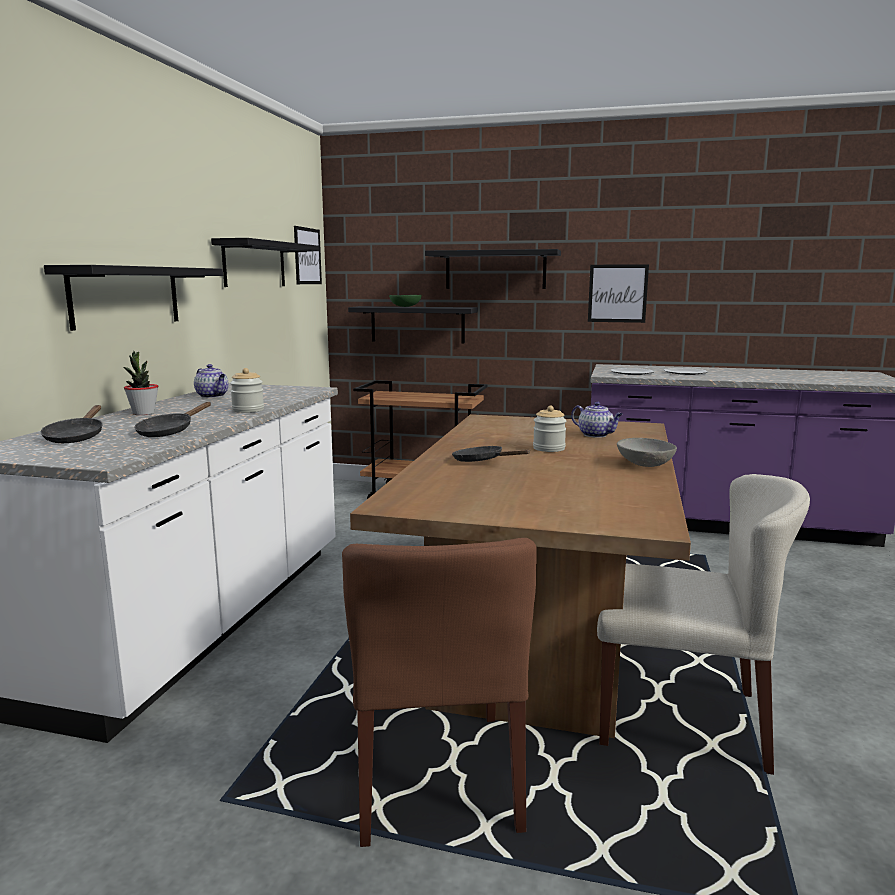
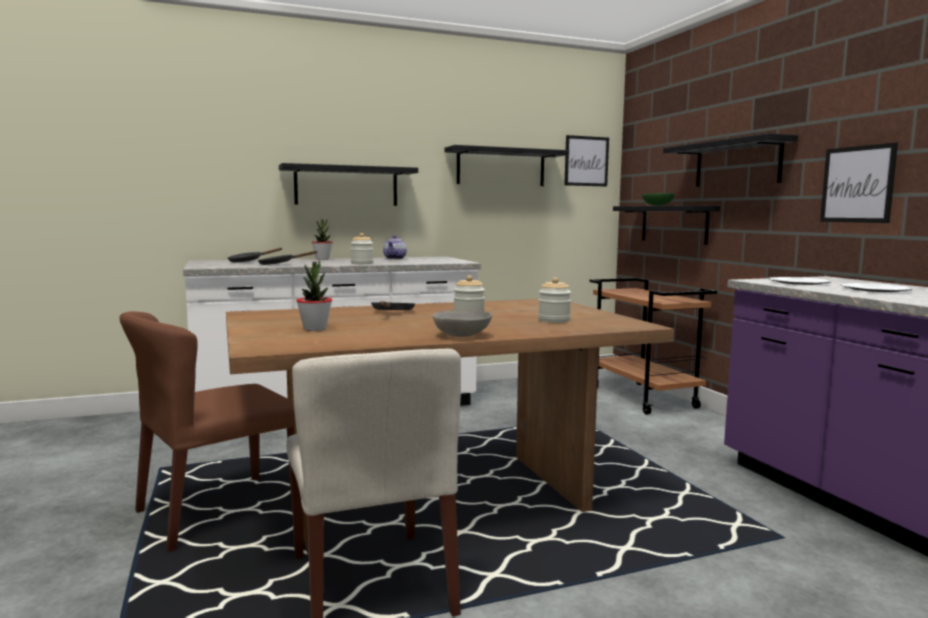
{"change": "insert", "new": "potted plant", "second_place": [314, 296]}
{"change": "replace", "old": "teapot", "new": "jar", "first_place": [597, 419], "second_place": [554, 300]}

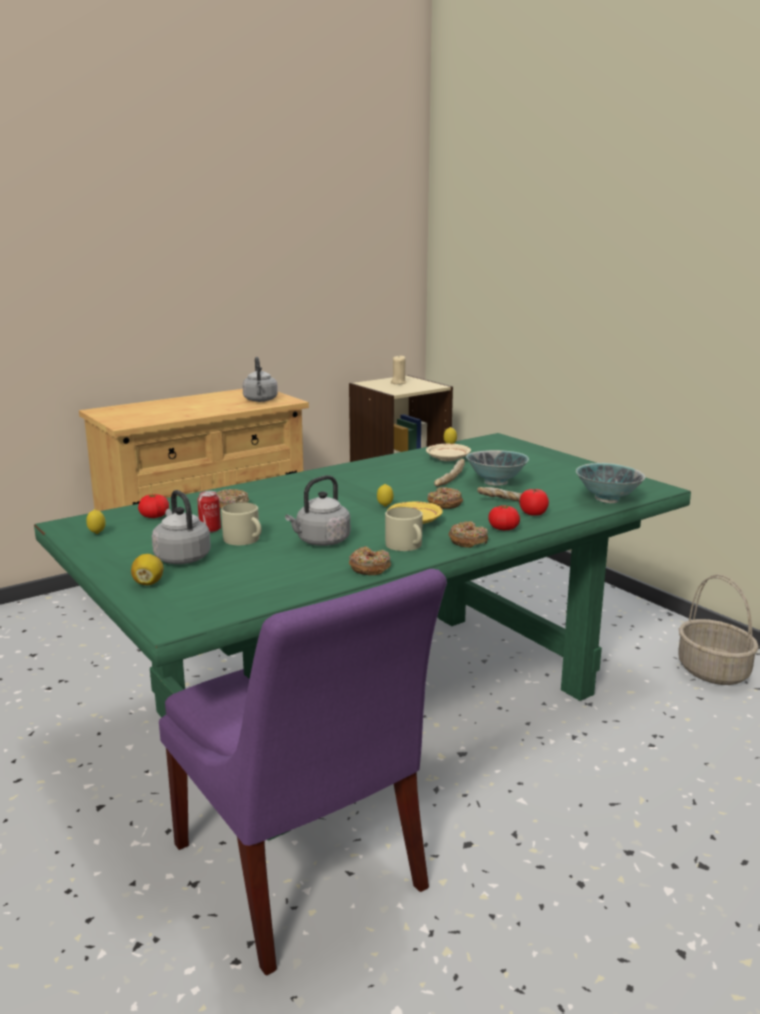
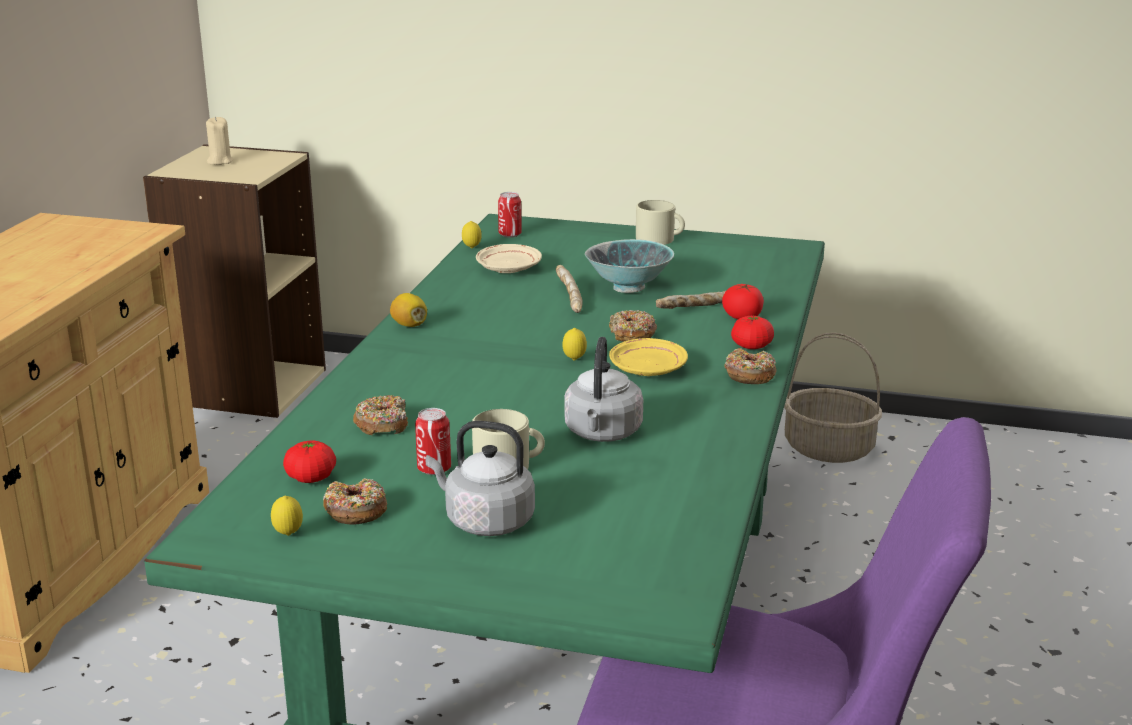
{"change": "delete", "old": "kettle (grey)", "first_place": [260, 379]}
{"change": "delete", "old": "bowl", "first_place": [610, 483]}
{"change": "insert", "new": "can", "second_place": [510, 215]}
{"change": "move", "old": "lemon", "first_place": [147, 569], "second_place": [408, 310]}
{"change": "move", "old": "donut", "first_place": [370, 561], "second_place": [355, 501]}
{"change": "move", "old": "mug (beige)", "first_place": [404, 529], "second_place": [660, 222]}

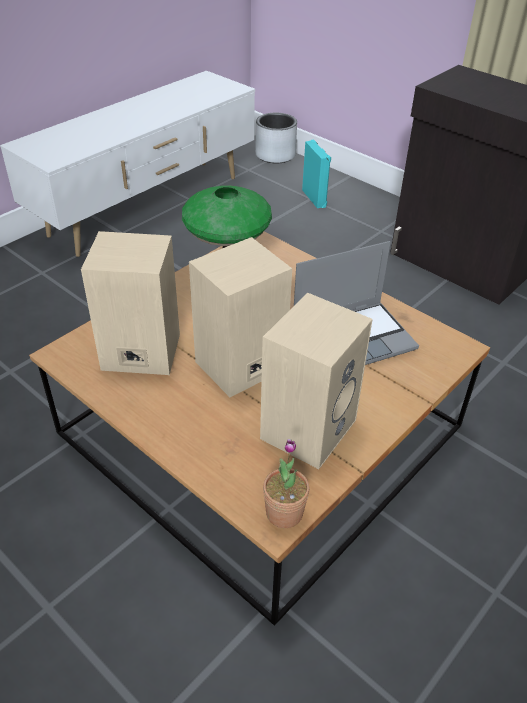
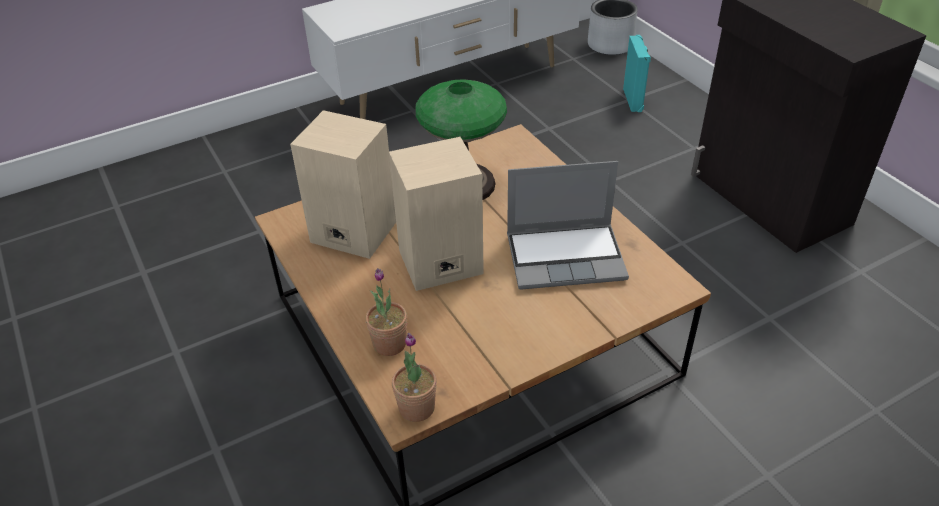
{"change": "delete", "old": "speaker (beige)", "first_place": [316, 381]}
{"change": "insert", "new": "potted plant", "second_place": [386, 312]}

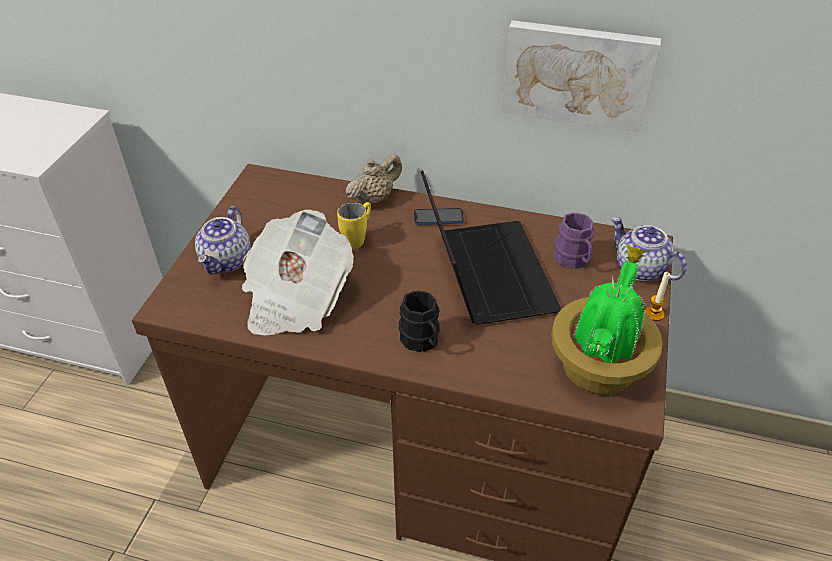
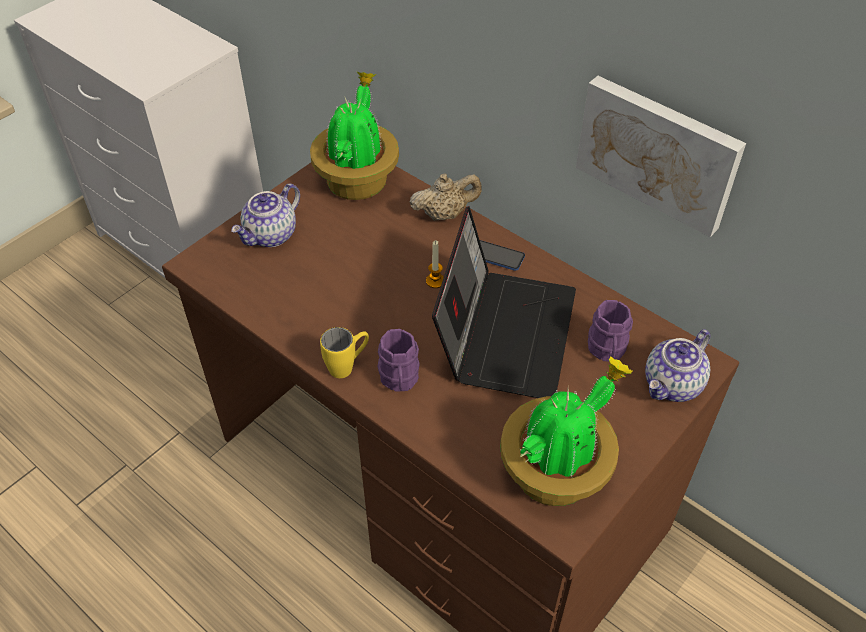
{"change": "delete", "old": "newspaper", "first_place": [298, 272]}
{"change": "insert", "new": "potted plant", "second_place": [354, 135]}
{"change": "move", "old": "mug (yellow)", "first_place": [354, 225], "second_place": [344, 352]}
{"change": "move", "old": "candle", "first_place": [657, 296], "second_place": [435, 264]}
{"change": "recolor", "old": "mug (black)", "new": "mug (purple)", "first_place": [419, 321], "second_place": [398, 360]}
{"change": "rotate", "old": "teapot", "first_place": [649, 249], "second_place": [678, 365], "degrees": -120}

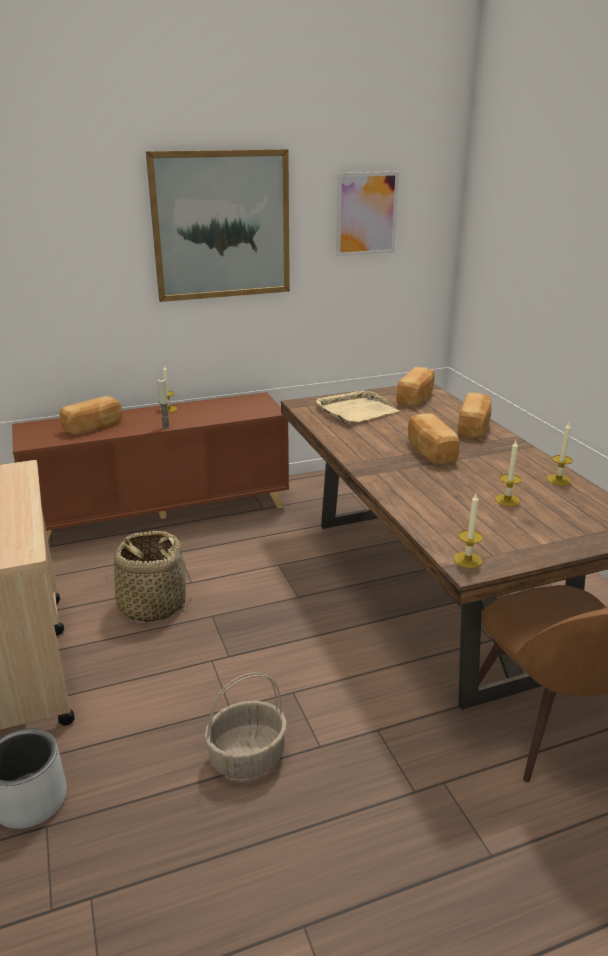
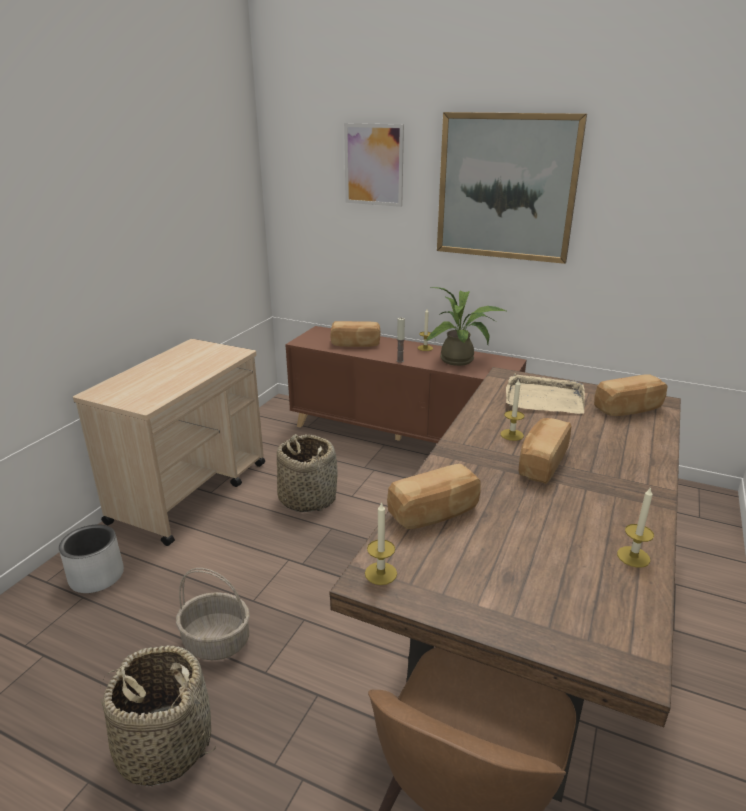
{"change": "insert", "new": "basket", "second_place": [158, 715]}
{"change": "insert", "new": "potted plant", "second_place": [466, 326]}
{"change": "move", "old": "picture", "first_place": [367, 213], "second_place": [374, 165]}
{"change": "move", "old": "bread", "first_place": [475, 415], "second_place": [434, 496]}
{"change": "move", "old": "candle", "first_place": [508, 473], "second_place": [512, 410]}

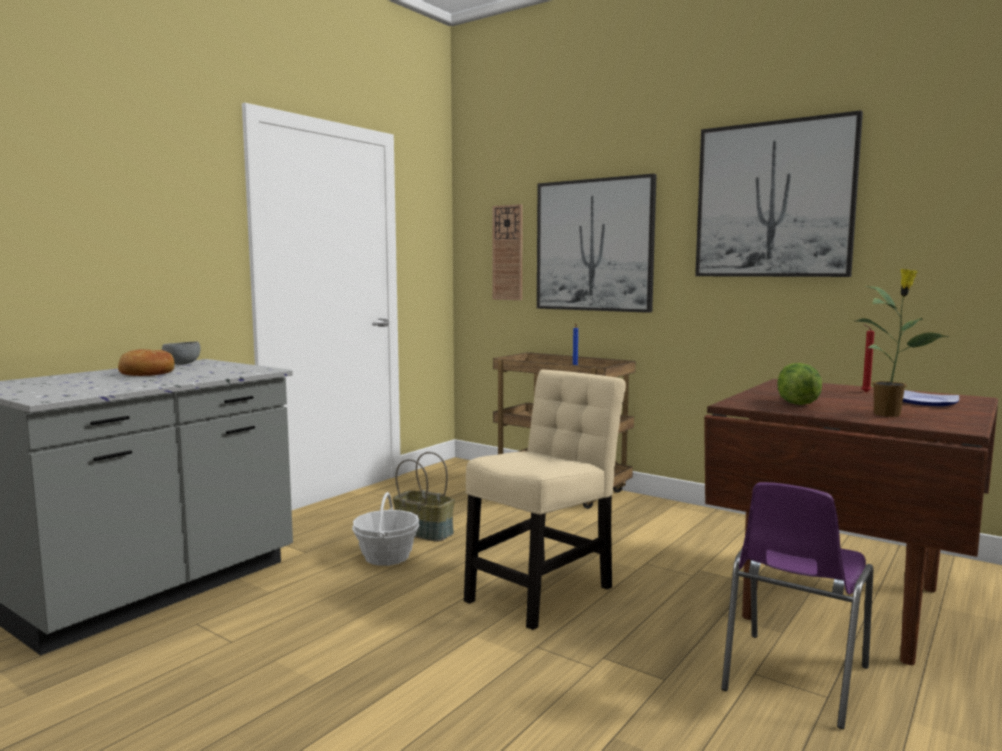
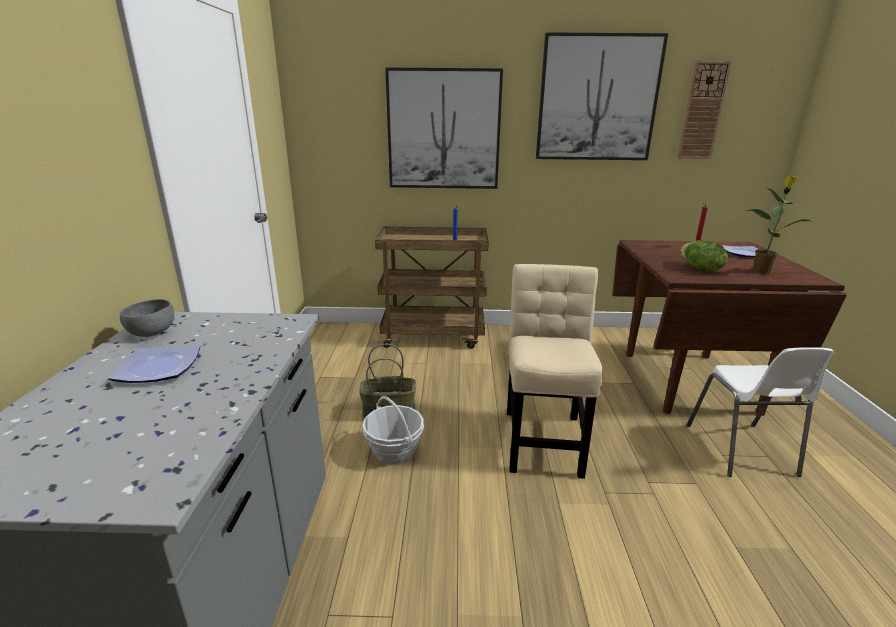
{"change": "move", "old": "wall clock", "first_place": [507, 252], "second_place": [704, 110]}
{"change": "replace", "old": "bread", "new": "plate", "first_place": [146, 362], "second_place": [154, 364]}
{"change": "recolor", "old": "chair (purple)", "new": "chair (white)", "first_place": [797, 605], "second_place": [761, 412]}

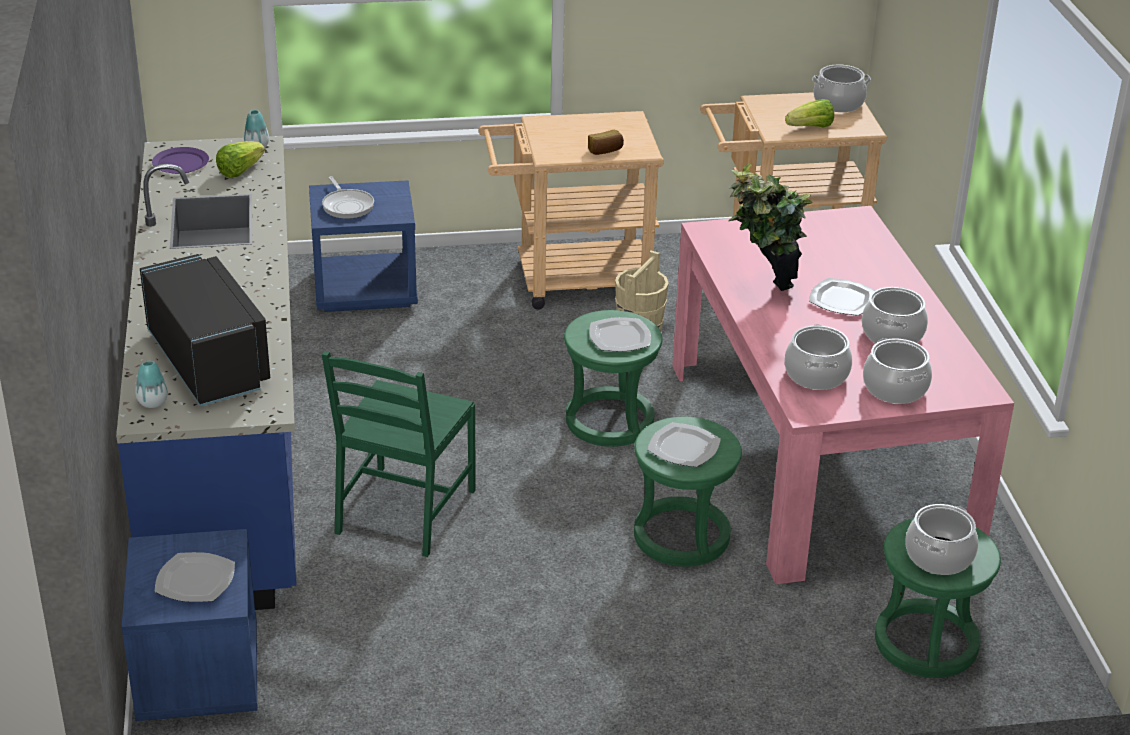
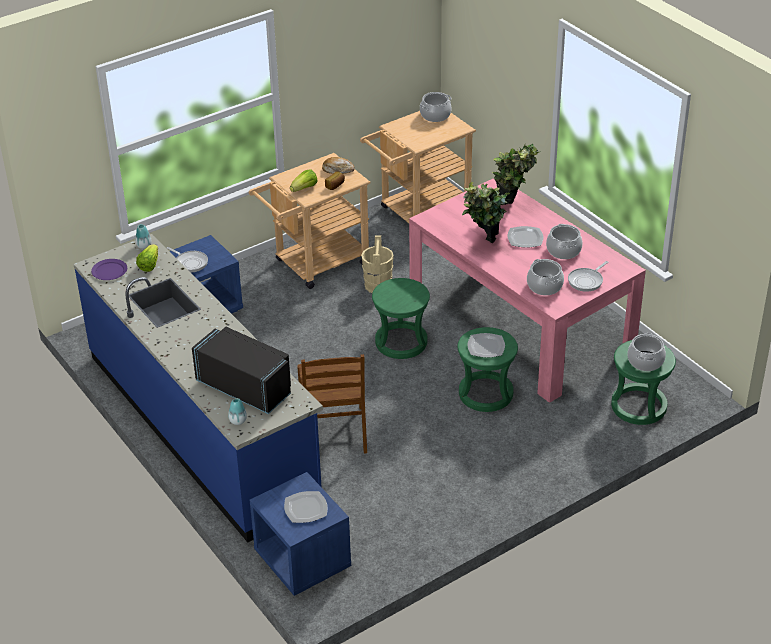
{"change": "delete", "old": "plate", "first_place": [620, 334]}
{"change": "insert", "new": "bread", "second_place": [338, 165]}
{"change": "insert", "new": "potted plant", "second_place": [515, 174]}
{"change": "move", "old": "lettuce", "first_place": [809, 113], "second_place": [304, 181]}
{"change": "replace", "old": "cooking pot", "new": "frying pan", "first_place": [897, 371], "second_place": [588, 276]}
{"change": "recolor", "old": "chair (green)", "new": "chair (brown)", "first_place": [399, 454], "second_place": [332, 404]}

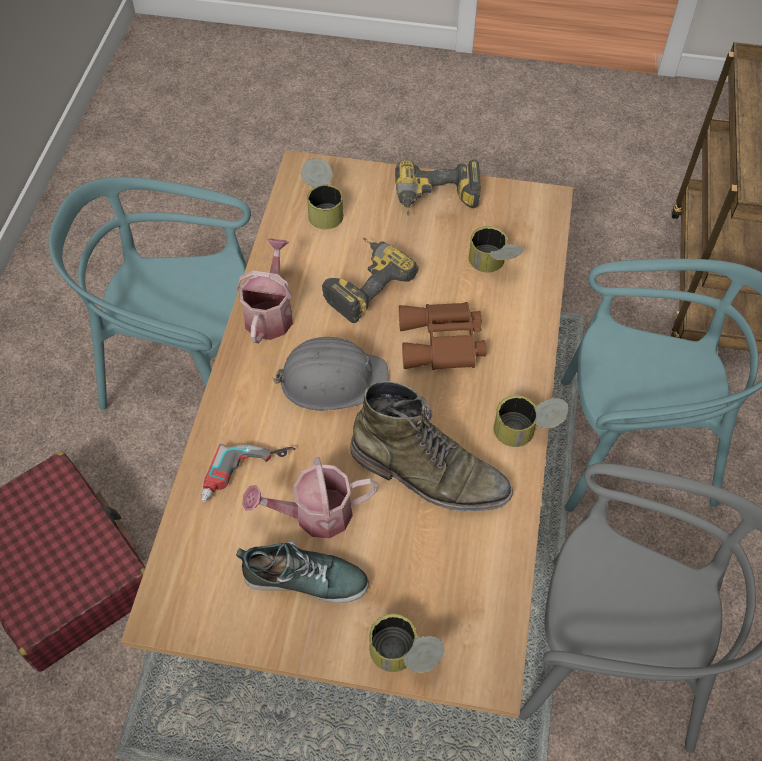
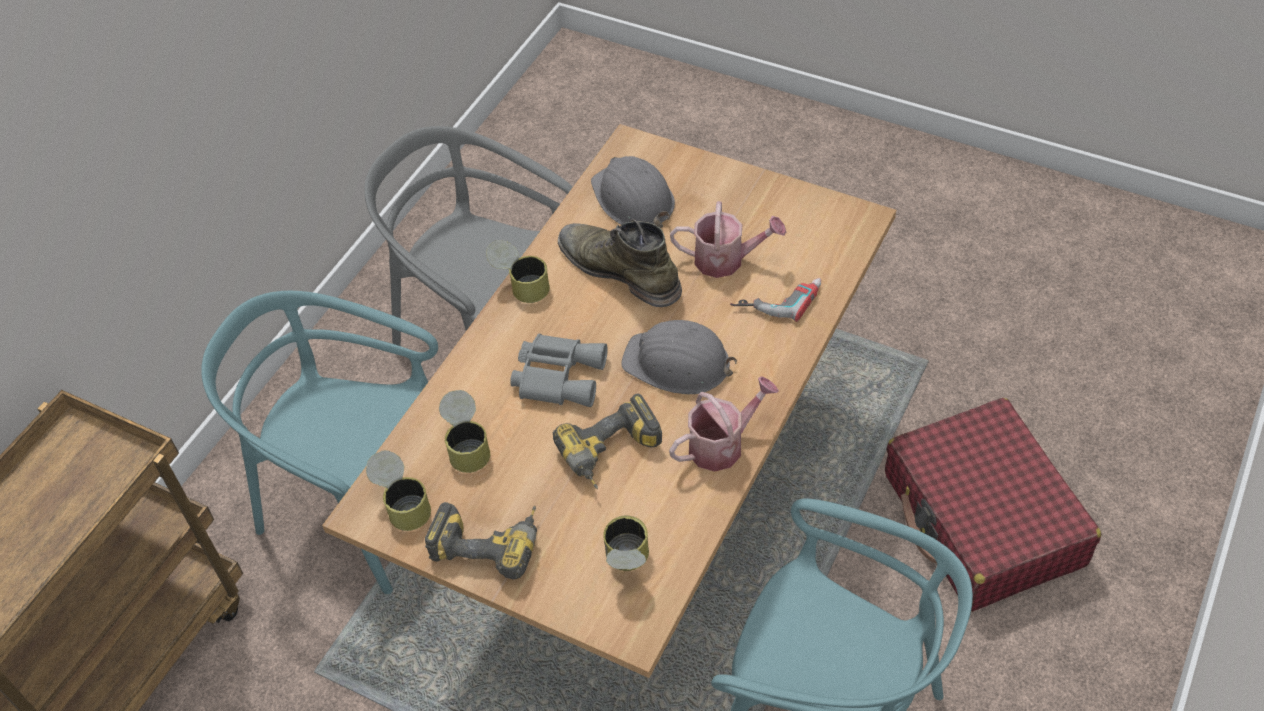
{"change": "delete", "old": "shoe", "first_place": [302, 572]}
{"change": "insert", "new": "hard hat (grey)", "second_place": [633, 192]}
{"change": "move", "old": "can", "first_place": [407, 643], "second_place": [398, 490]}
{"change": "recolor", "old": "binoculars (brown)", "new": "binoculars (grey)", "first_place": [442, 336], "second_place": [559, 370]}
{"change": "rotate", "old": "watering can", "first_place": [264, 291], "second_place": [724, 424], "degrees": -150}

